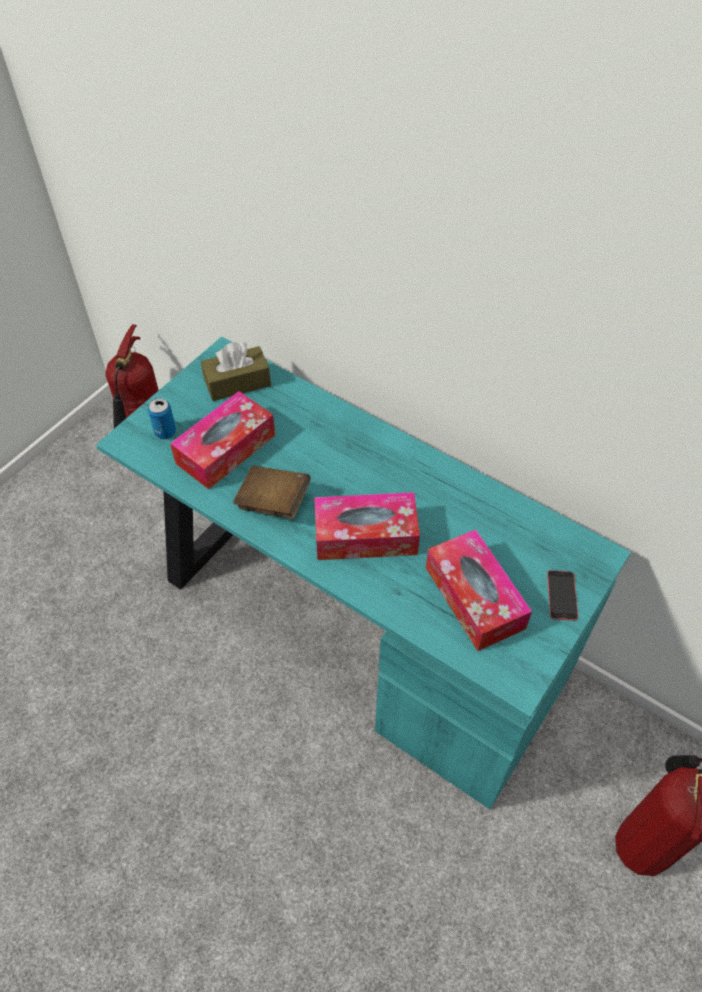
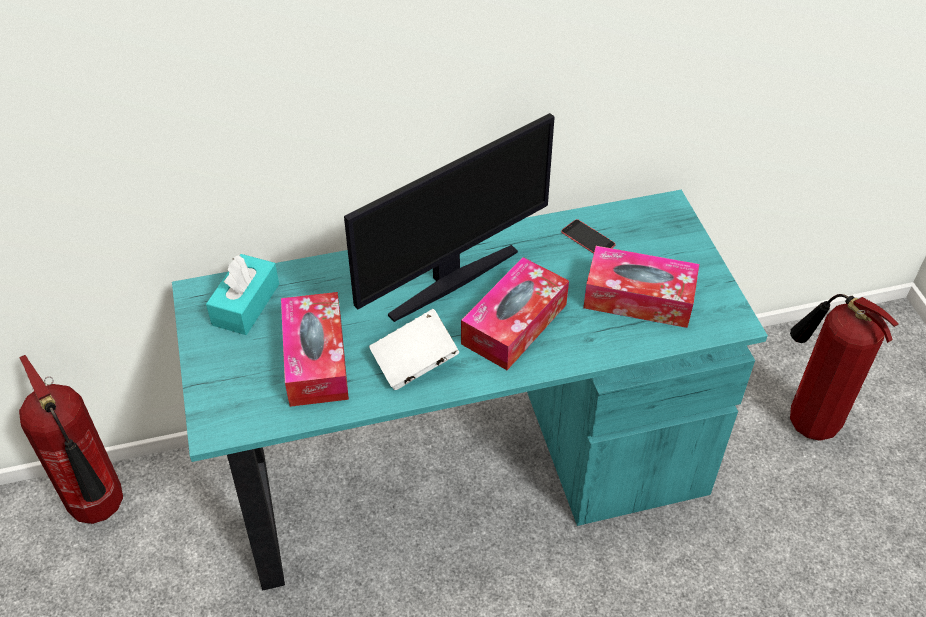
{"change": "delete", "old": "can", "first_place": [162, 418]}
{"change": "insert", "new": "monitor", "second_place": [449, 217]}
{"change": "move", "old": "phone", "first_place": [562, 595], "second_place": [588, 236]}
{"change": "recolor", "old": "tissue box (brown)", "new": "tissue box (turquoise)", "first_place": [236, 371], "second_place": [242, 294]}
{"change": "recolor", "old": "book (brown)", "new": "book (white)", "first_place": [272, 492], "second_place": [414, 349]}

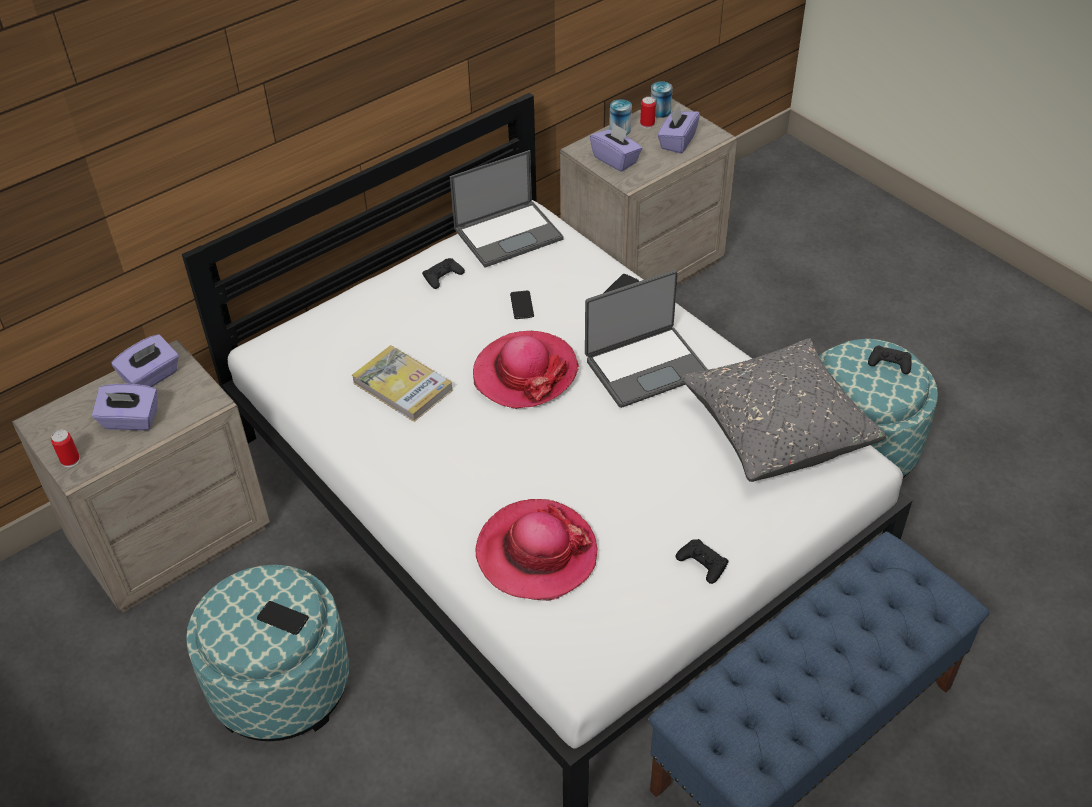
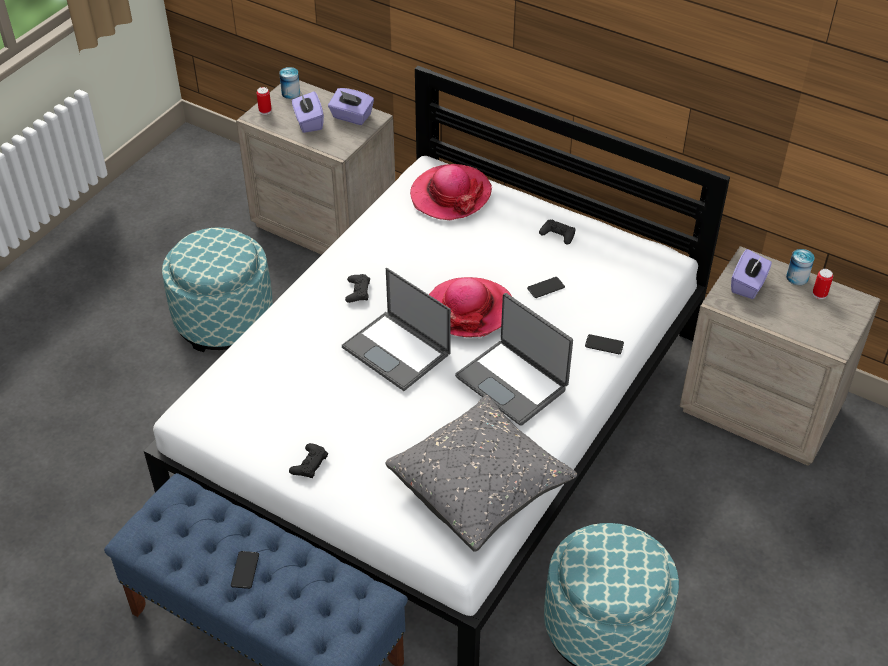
{"change": "delete", "old": "book", "first_place": [402, 383]}
{"change": "delete", "old": "tissue box (purple)", "first_place": [678, 129]}
{"change": "move", "old": "phone", "first_place": [283, 618], "second_place": [245, 570]}
{"change": "move", "old": "laptop", "first_place": [507, 209], "second_place": [396, 329]}
{"change": "move", "old": "hat", "first_place": [537, 550], "second_place": [451, 192]}
{"change": "move", "old": "can", "first_place": [662, 99], "second_place": [289, 83]}
{"change": "move", "old": "game controller (black)", "first_place": [890, 360], "second_place": [357, 288]}

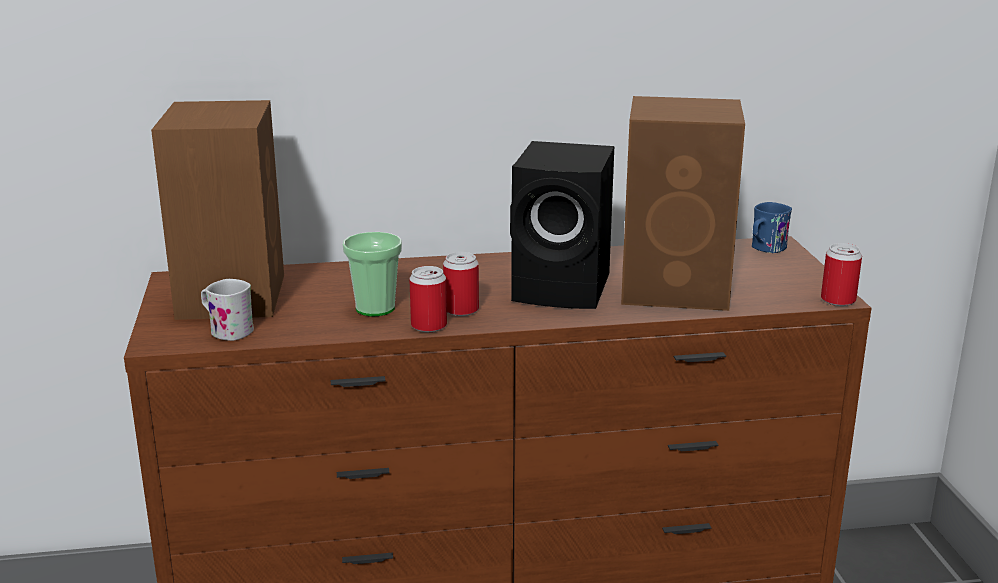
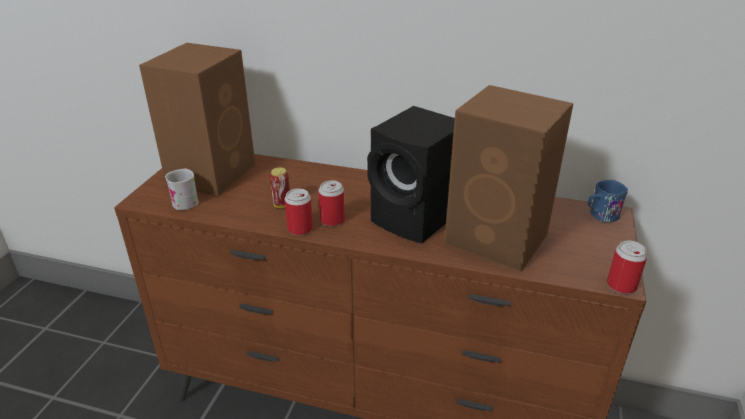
{"change": "replace", "old": "cup", "new": "can", "first_place": [372, 274], "second_place": [280, 187]}

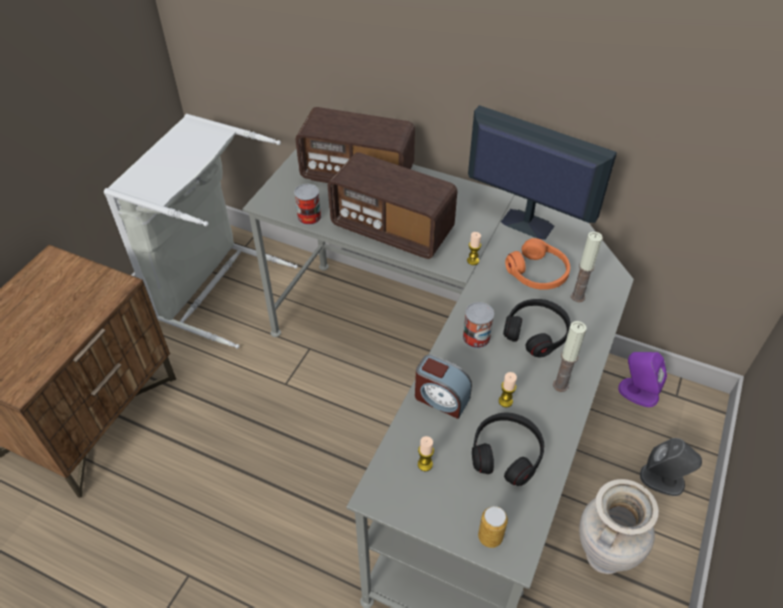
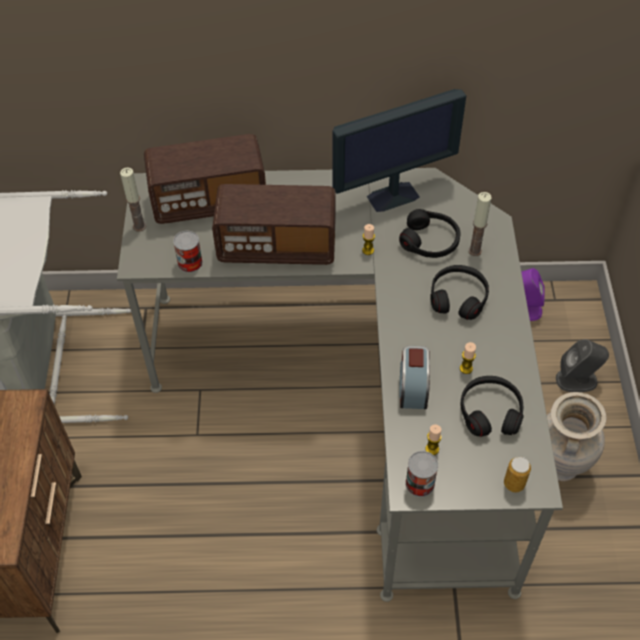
{"change": "move", "old": "can", "first_place": [478, 325], "second_place": [421, 474]}
{"change": "move", "old": "candle", "first_place": [570, 356], "second_place": [133, 199]}
{"change": "recolor", "old": "headphones (orange)", "new": "headphones (black)", "first_place": [537, 264], "second_place": [430, 233]}
{"change": "rotate", "old": "alarm clock", "first_place": [443, 386], "second_place": [415, 377], "degrees": 90}
{"change": "rotate", "old": "monitor", "first_place": [542, 172], "second_place": [399, 150], "degrees": 150}

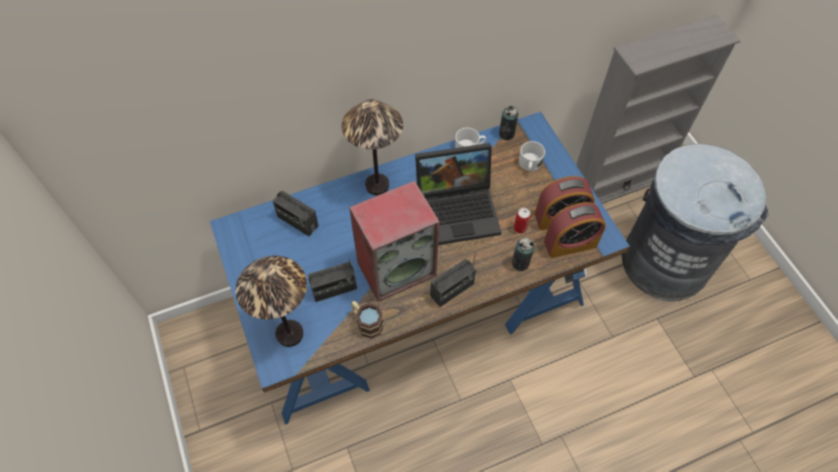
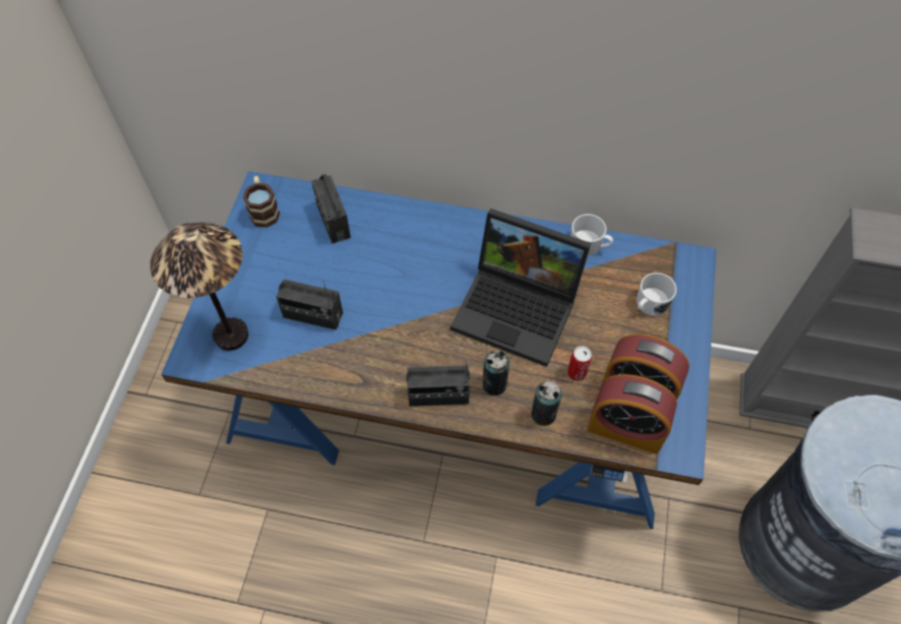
{"change": "delete", "old": "table lamp", "first_place": [372, 147]}
{"change": "delete", "old": "speaker", "first_place": [394, 241]}
{"change": "move", "old": "mug", "first_place": [367, 320], "second_place": [261, 202]}
{"change": "move", "old": "can", "first_place": [508, 123], "second_place": [496, 373]}

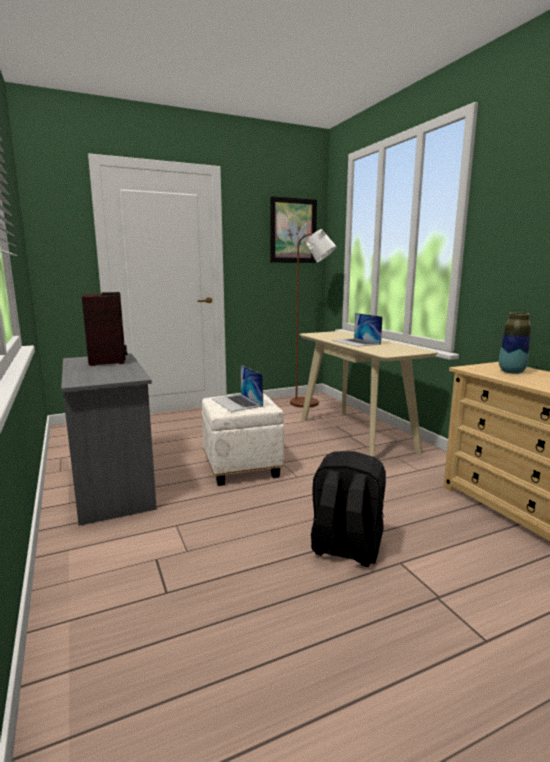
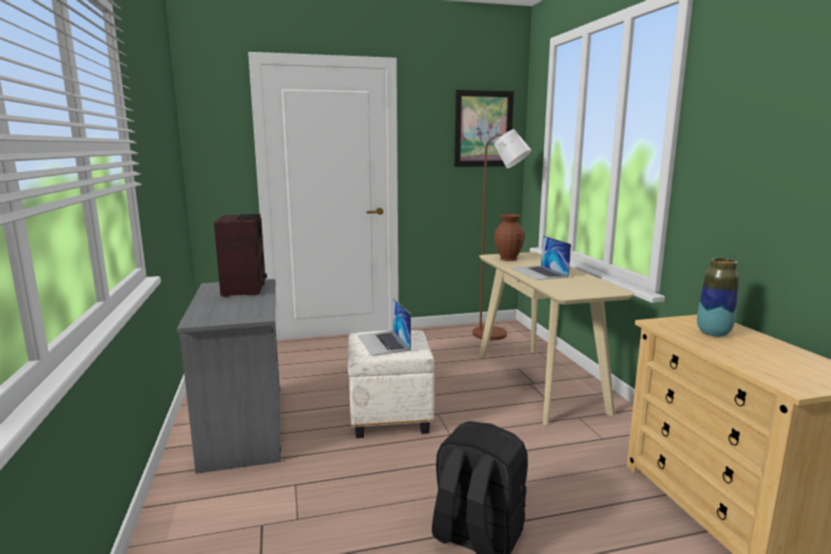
{"change": "insert", "new": "vase (brown)", "second_place": [509, 237]}

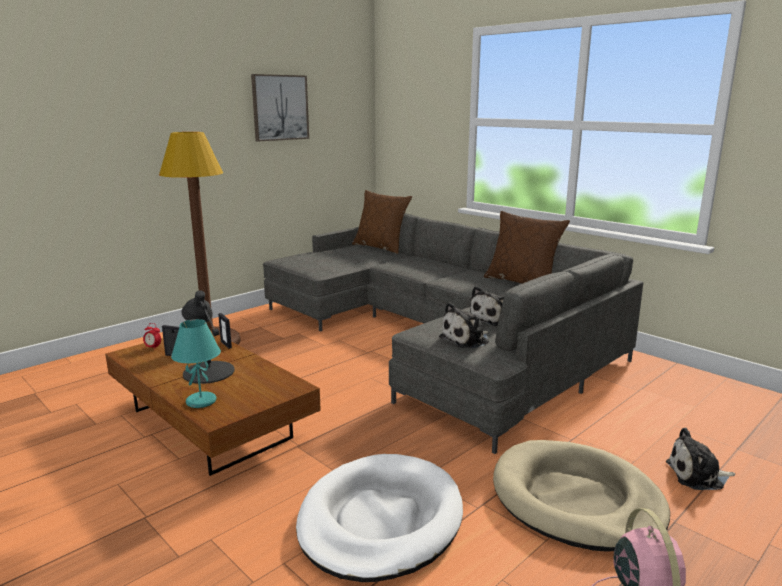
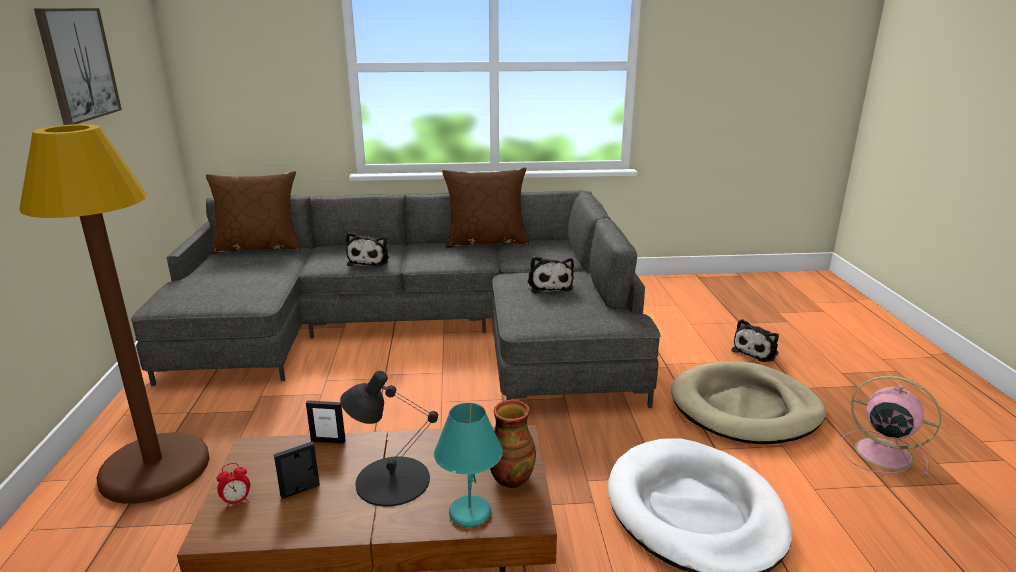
{"change": "insert", "new": "vase", "second_place": [513, 444]}
{"change": "move", "old": "plush toy", "first_place": [464, 325], "second_place": [367, 249]}

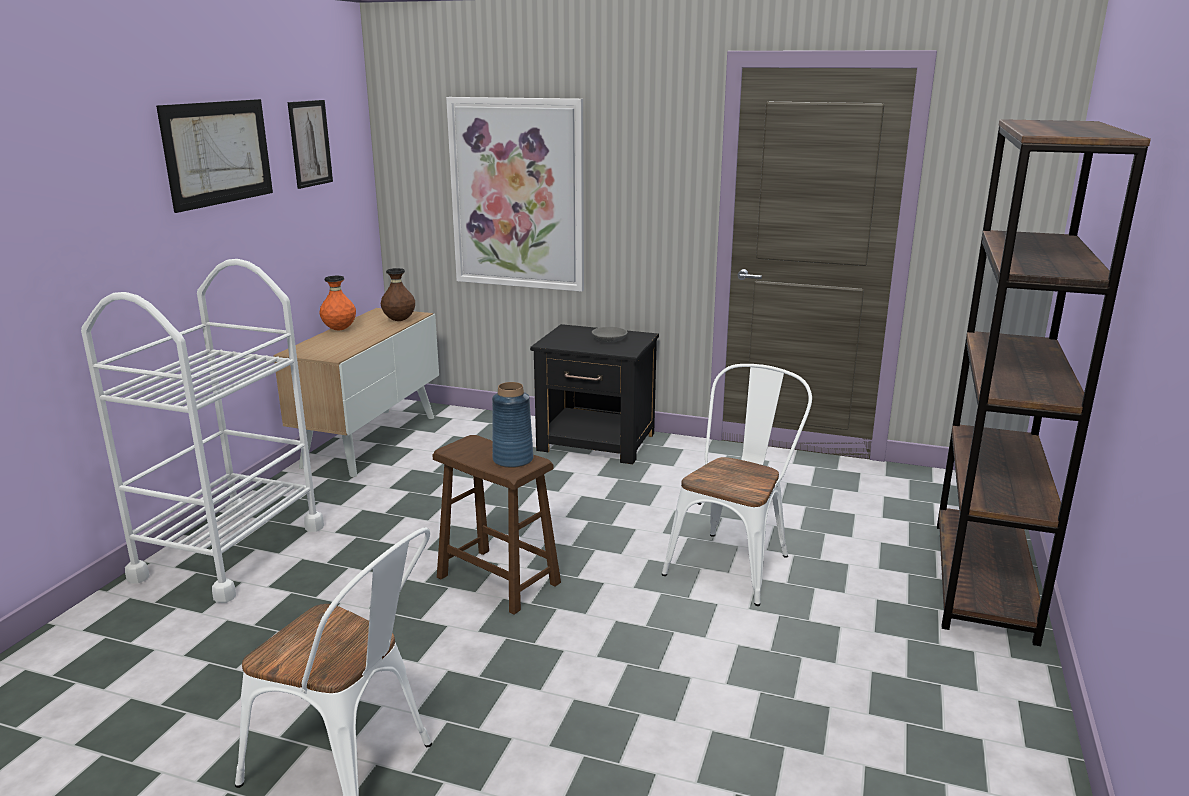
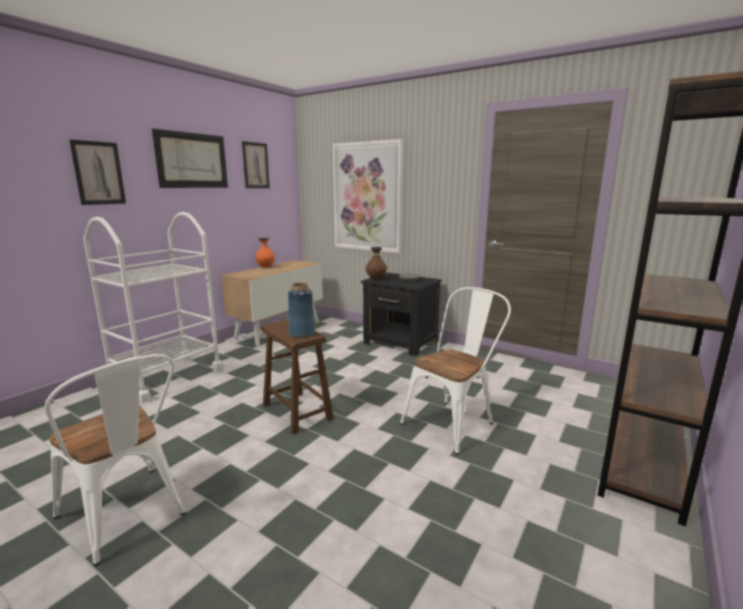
{"change": "insert", "new": "picture", "second_place": [97, 172]}
{"change": "move", "old": "vase (brown)", "first_place": [398, 294], "second_place": [376, 263]}

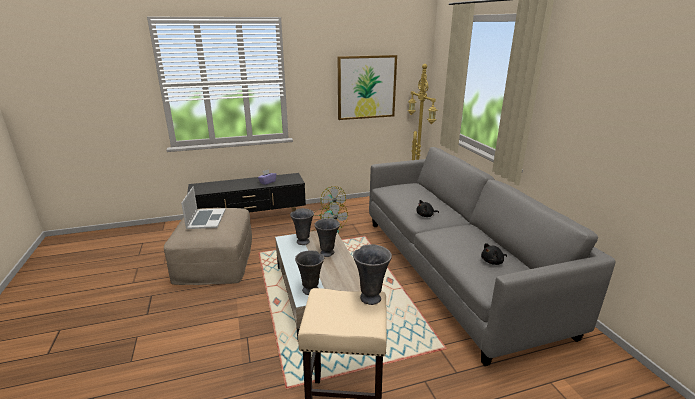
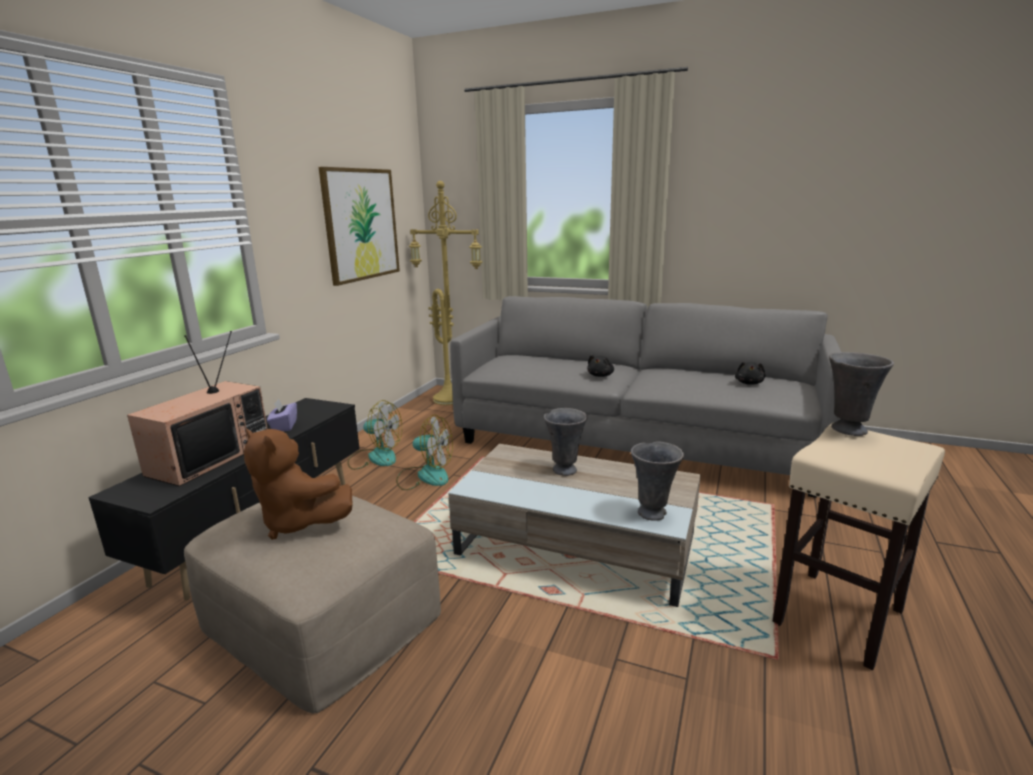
{"change": "delete", "old": "vase (grey)", "first_place": [302, 226]}
{"change": "insert", "new": "television", "second_place": [197, 409]}
{"change": "replace", "old": "laptop", "new": "plush toy (brown)", "first_place": [203, 207], "second_place": [298, 484]}

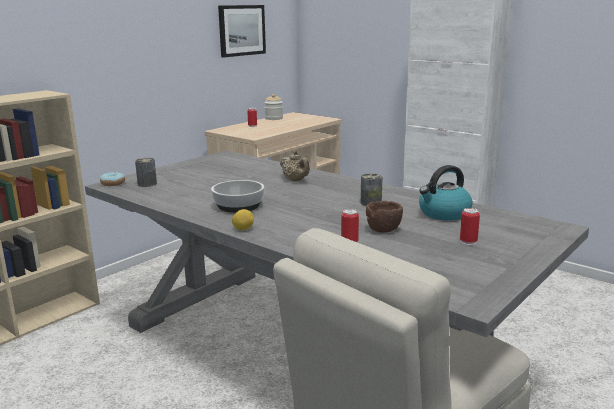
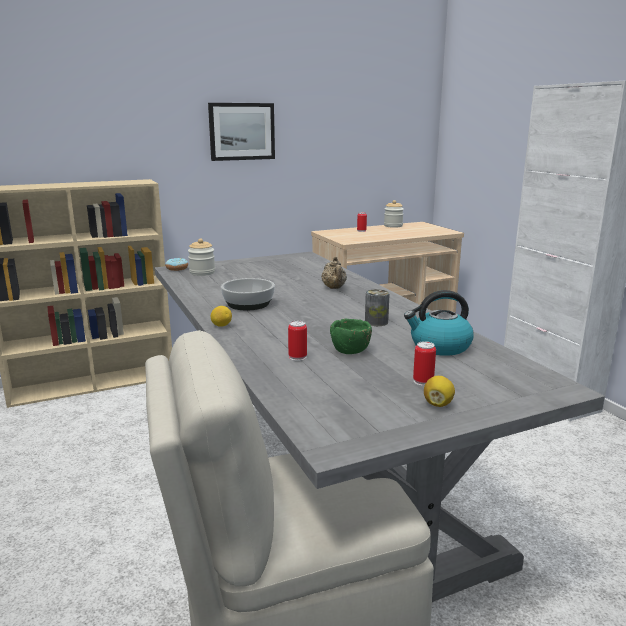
{"change": "insert", "new": "lemon", "second_place": [439, 391]}
{"change": "move", "old": "picture", "first_place": [242, 31], "second_place": [241, 132]}
{"change": "replace", "old": "can", "new": "jar", "first_place": [146, 172], "second_place": [201, 257]}
{"change": "recolor", "old": "bowl (brown)", "new": "bowl (green)", "first_place": [384, 217], "second_place": [351, 336]}

